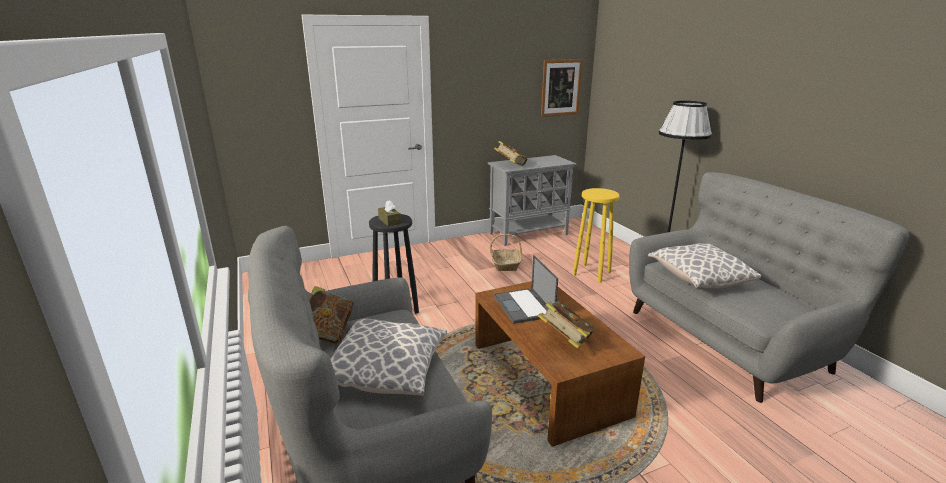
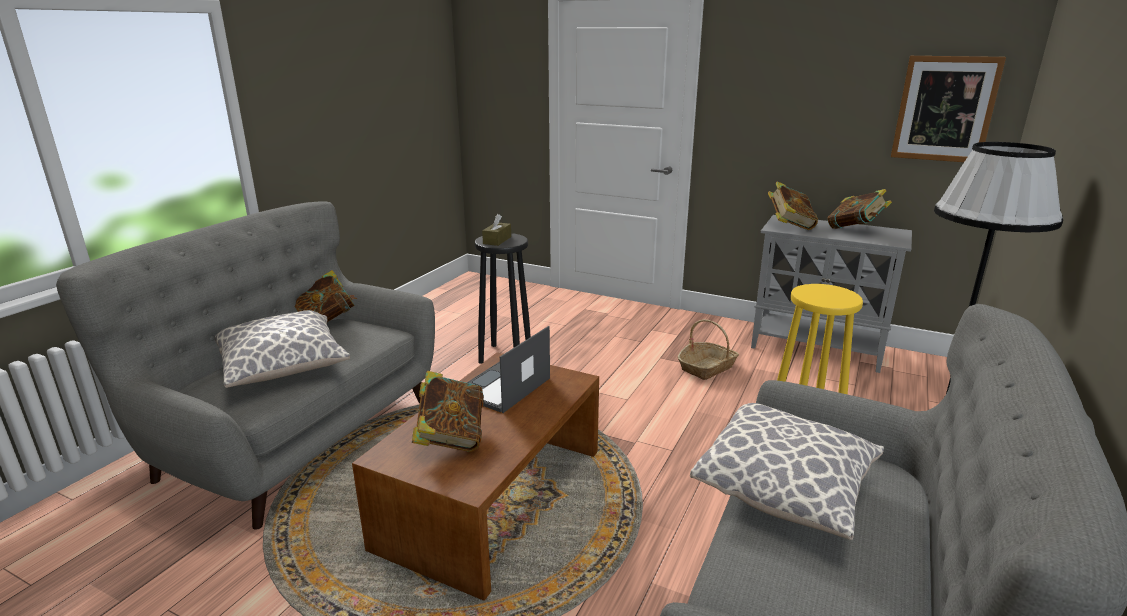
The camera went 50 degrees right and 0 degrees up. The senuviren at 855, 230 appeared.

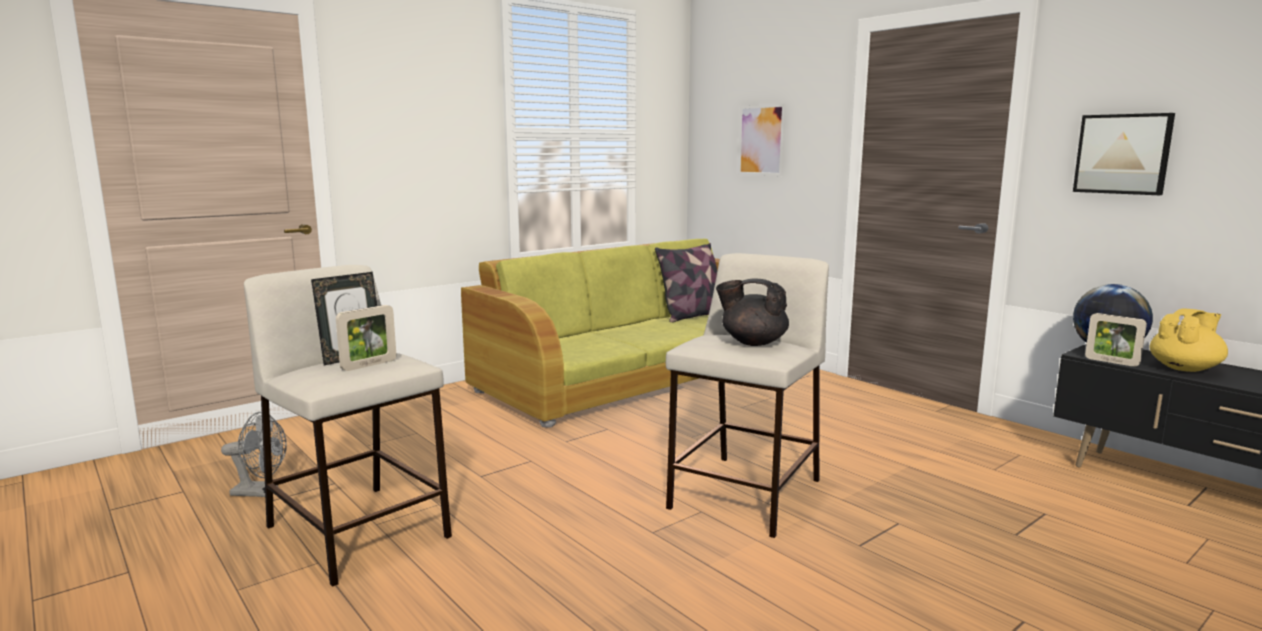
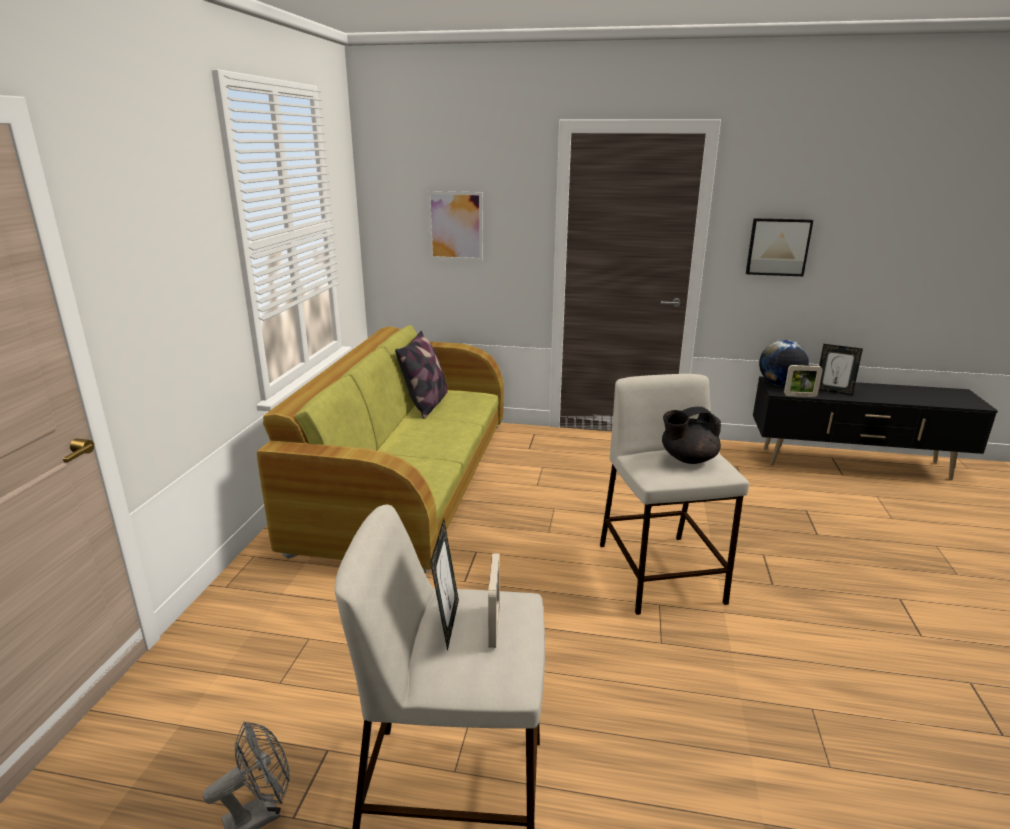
The camera went 40 degrees left and 10 degrees up. The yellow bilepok at 1185, 368 was replaced by the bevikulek at 833, 391.

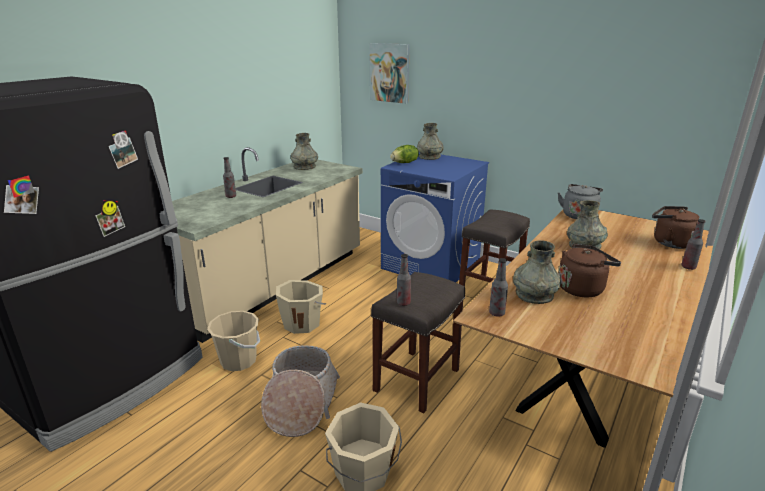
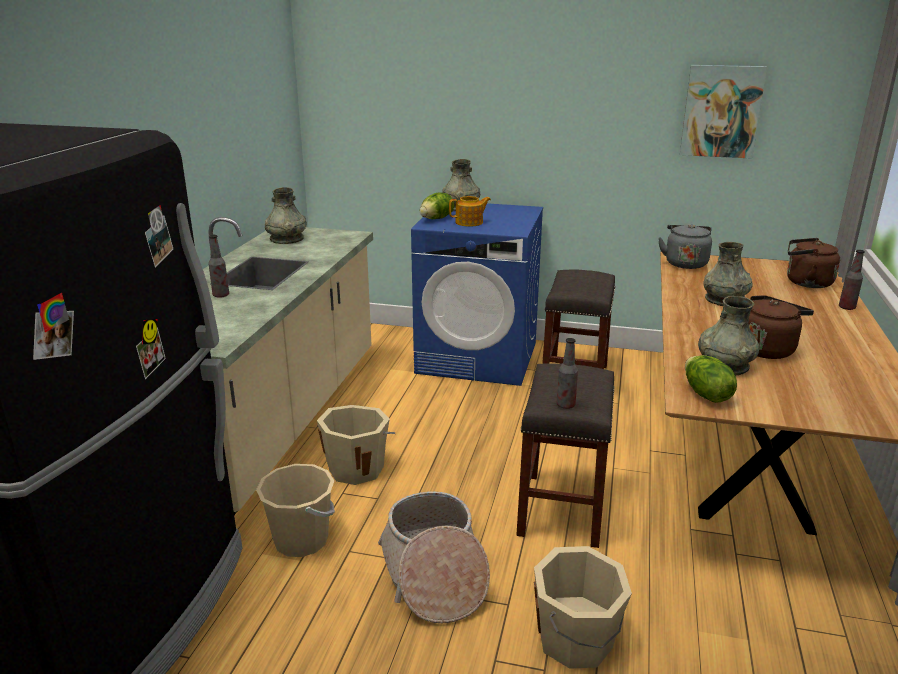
The camera went 20 degrees left and 0 degrees up. The bilepok at 470, 222 appeared. The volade moved from 390, 73 to 721, 111. The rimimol at 496, 313 was replaced by the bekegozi at 705, 394.

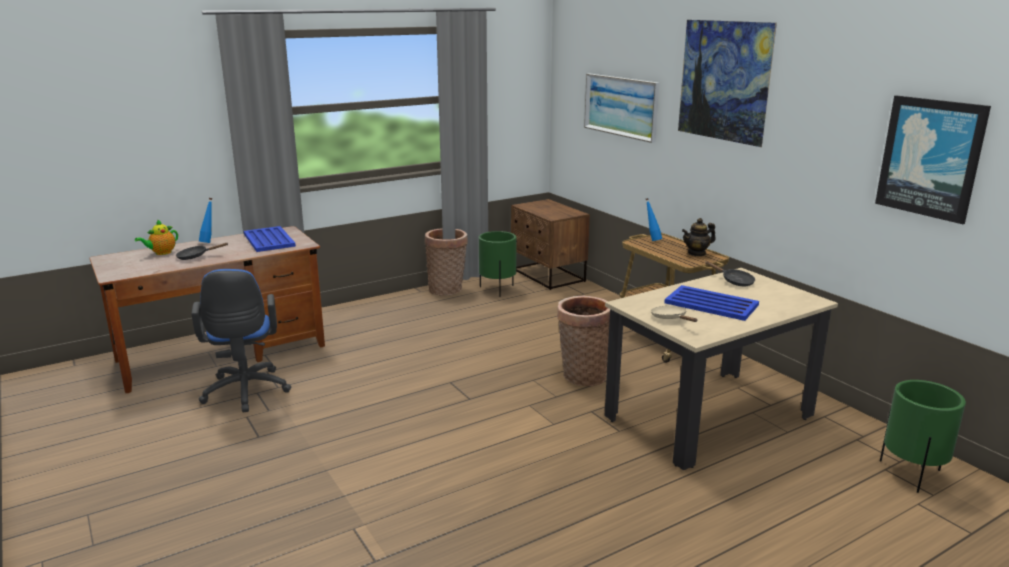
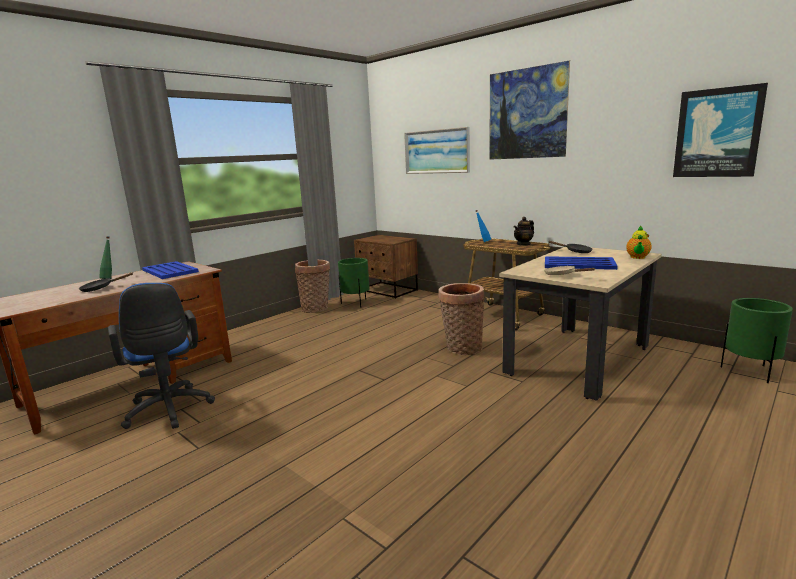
The camera went 15 degrees left and 5 degrees down. The bilepok moved from 161, 253 to 637, 257. The blue rimimol at 209, 242 became the green rimimol at 110, 278.

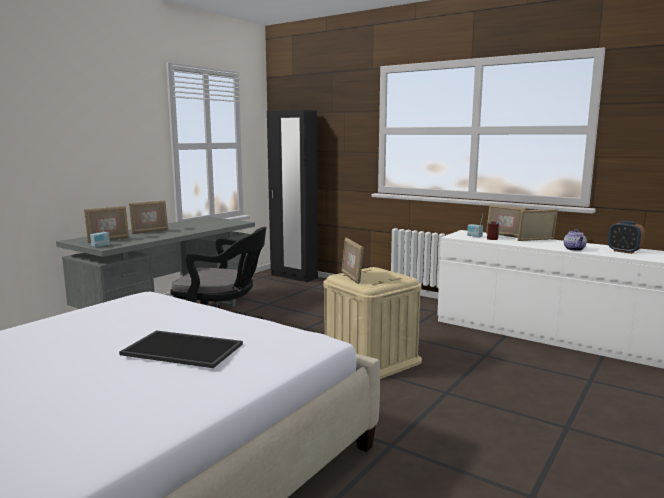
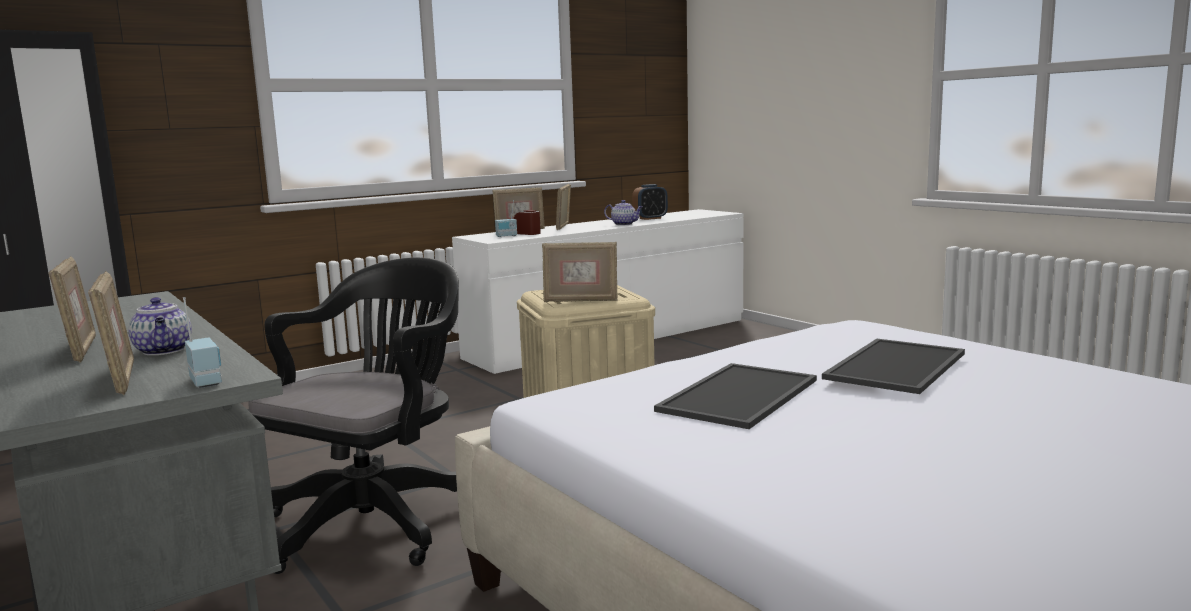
The camera went 70 degrees left and 0 degrees up. The bilepok at 164, 351 appeared. The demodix at 740, 396 appeared.

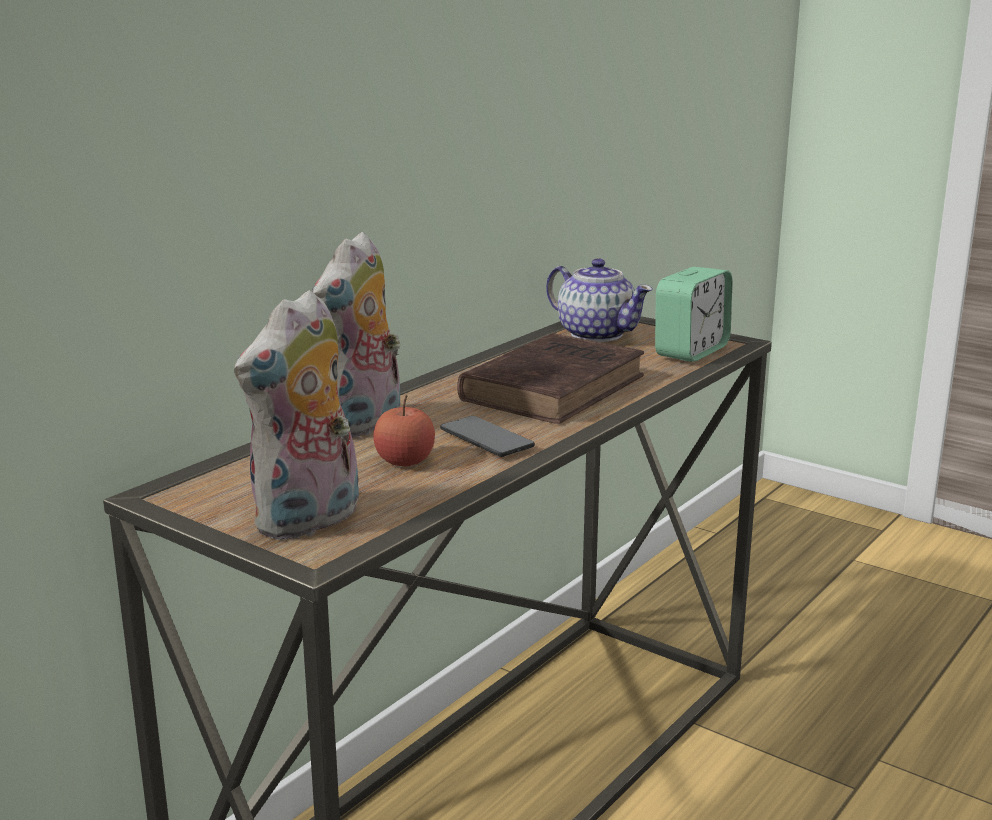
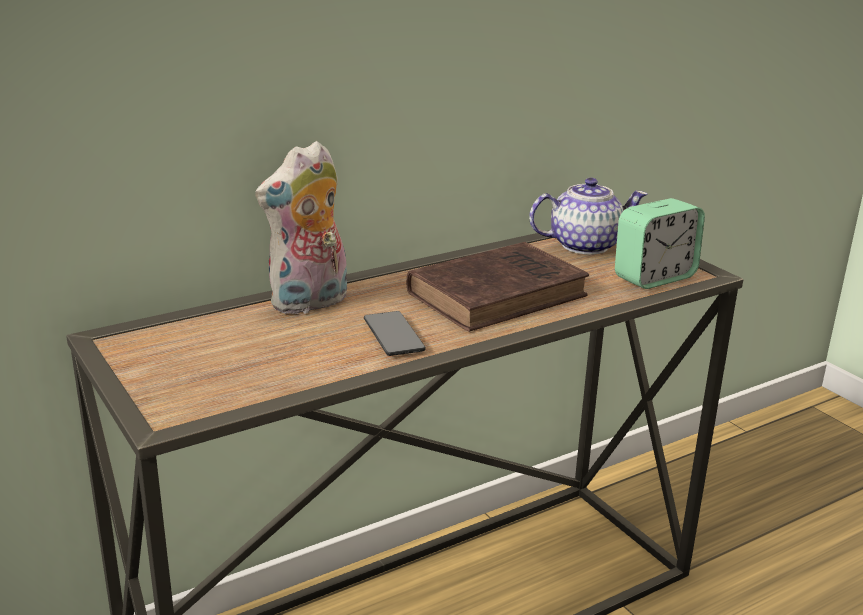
The camera went 20 degrees right and 5 degrees up. The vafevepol at 309, 521 disappeared. The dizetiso at 405, 461 disappeared. The bilepok at 596, 334 turned 75 degrees counterclockwise.

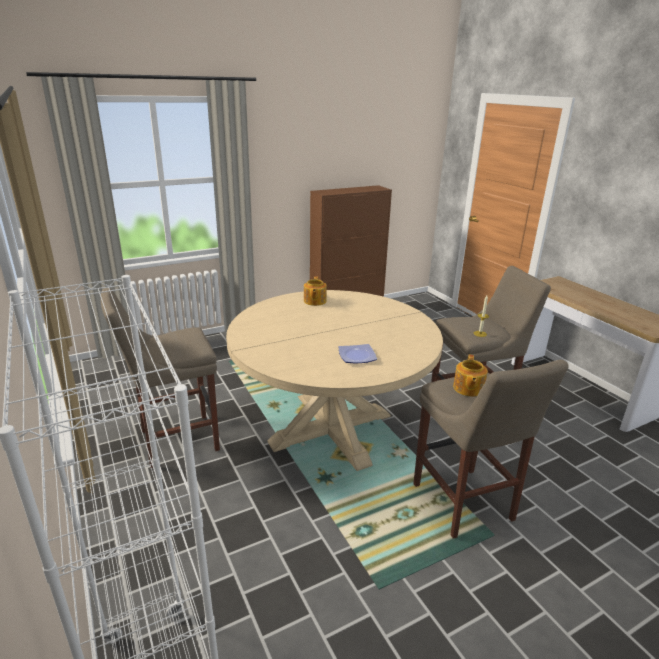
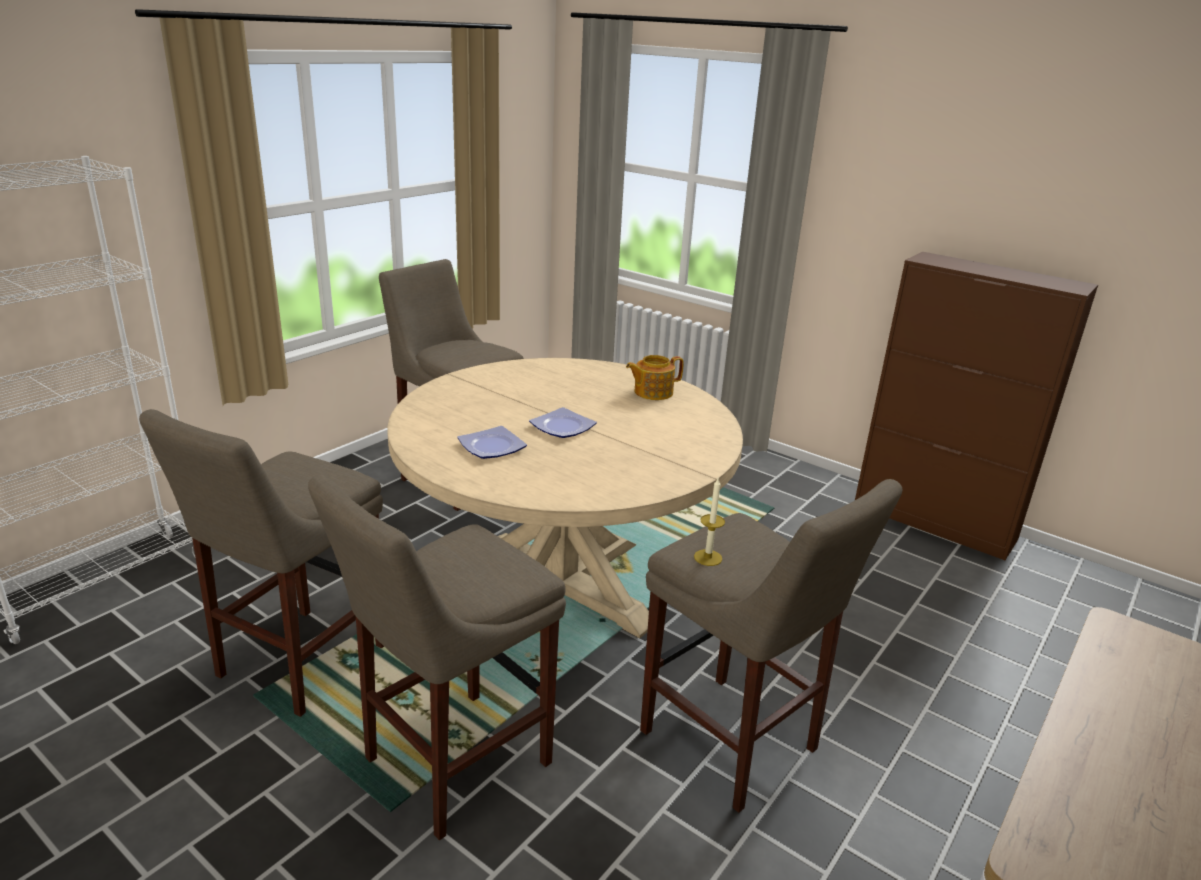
The camera went 65 degrees right and 0 degrees up. The bilepok at 468, 388 disappeared. The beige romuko at 295, 664 appeared. The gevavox at 562, 428 appeared.

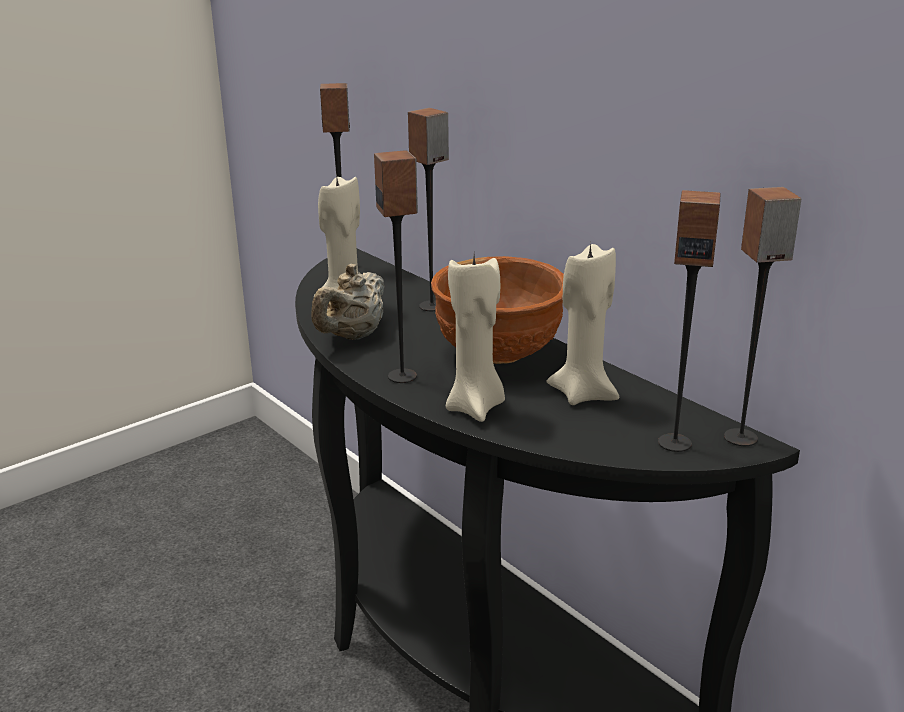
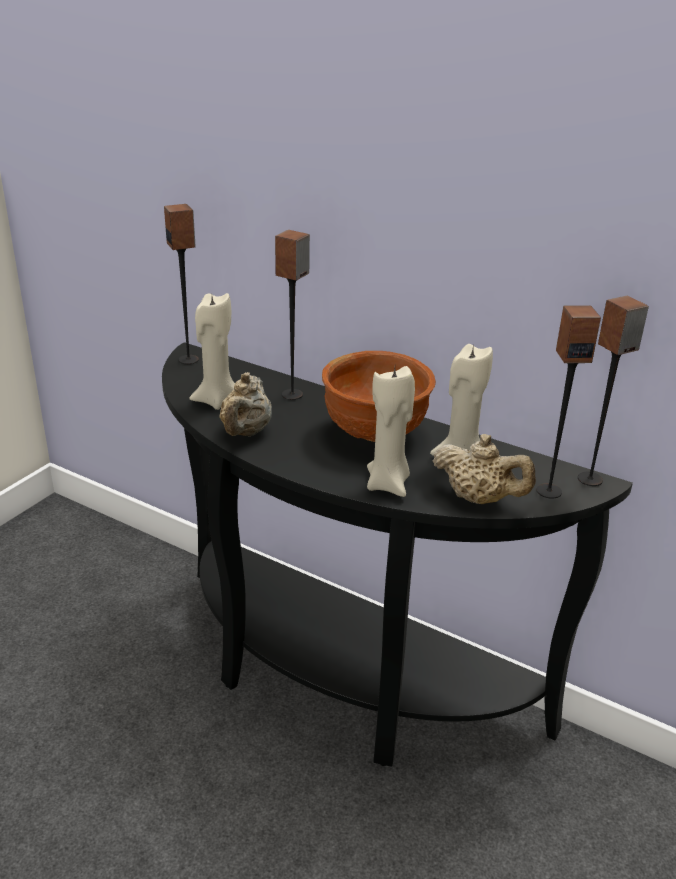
The camera went 20 degrees left and 5 degrees up. The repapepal at 403, 376 disappeared. The beige bilepok at 479, 499 appeared.

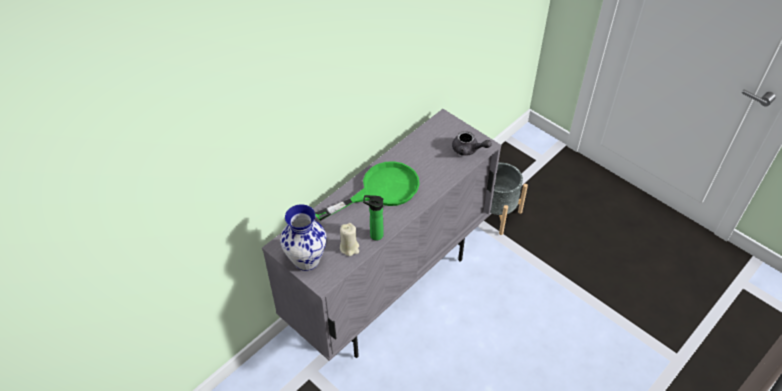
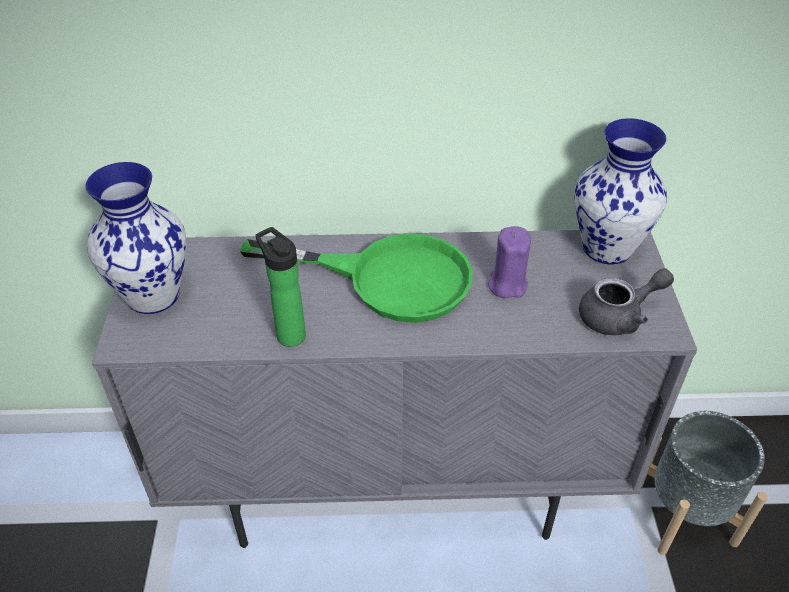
The camera went 45 degrees right and 5 degrees down. The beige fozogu at 349, 248 disappeared. The purple fozogu at 507, 284 appeared. The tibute at 606, 249 appeared. The grey bilepok at 468, 150 turned 90 degrees counterclockwise.

